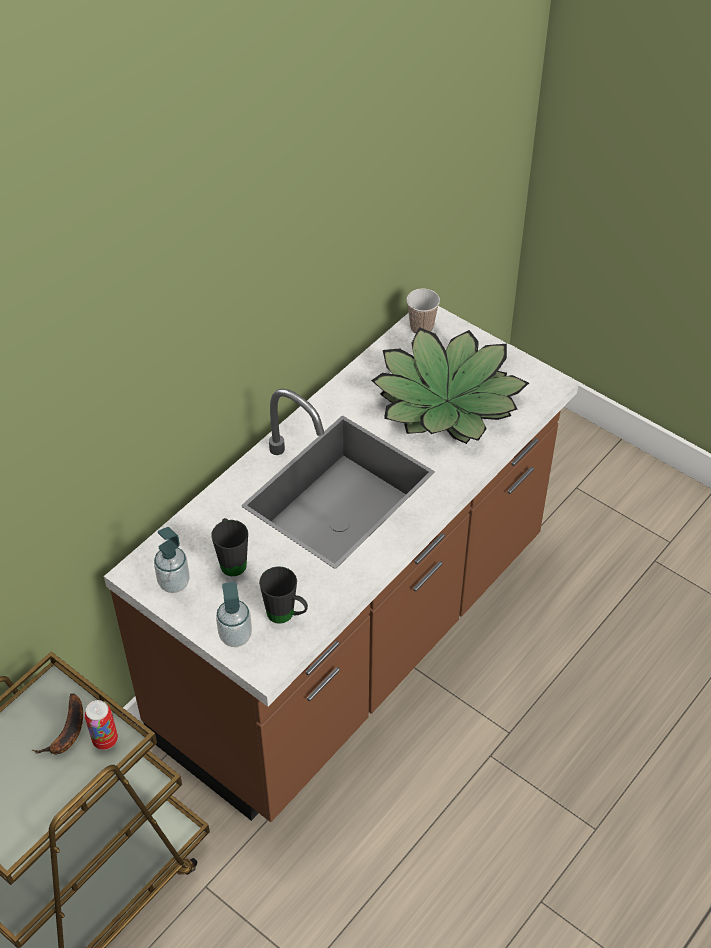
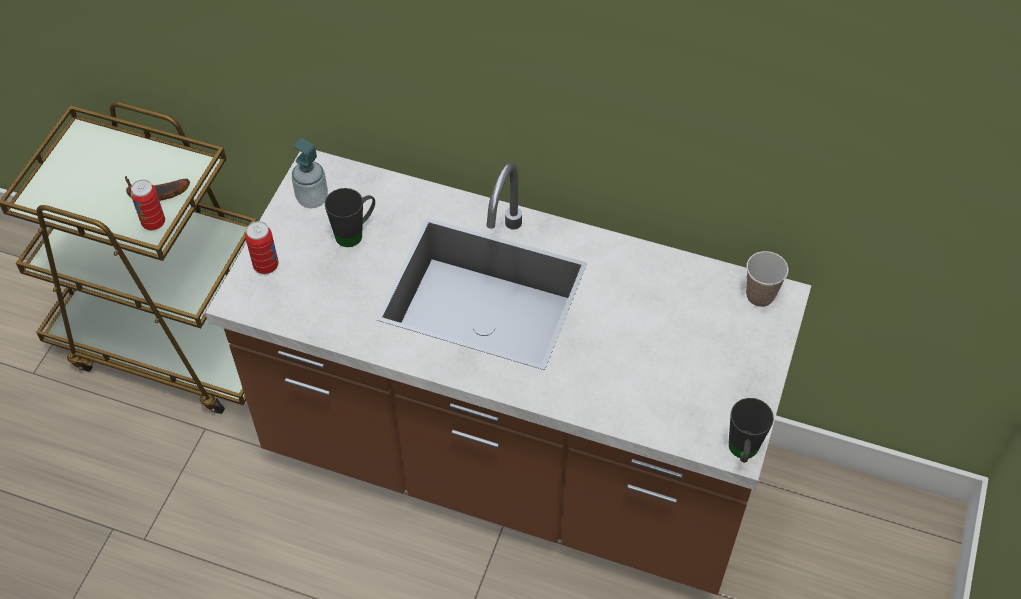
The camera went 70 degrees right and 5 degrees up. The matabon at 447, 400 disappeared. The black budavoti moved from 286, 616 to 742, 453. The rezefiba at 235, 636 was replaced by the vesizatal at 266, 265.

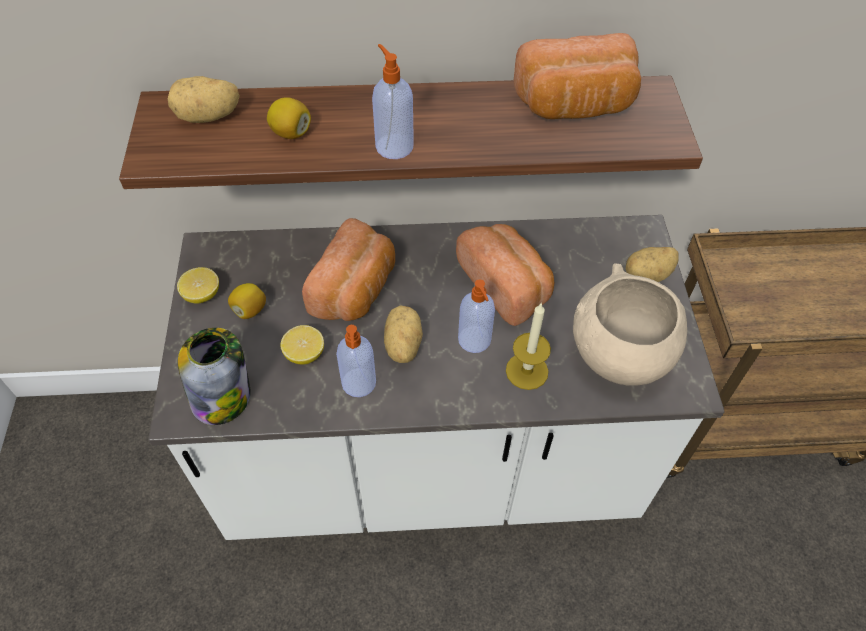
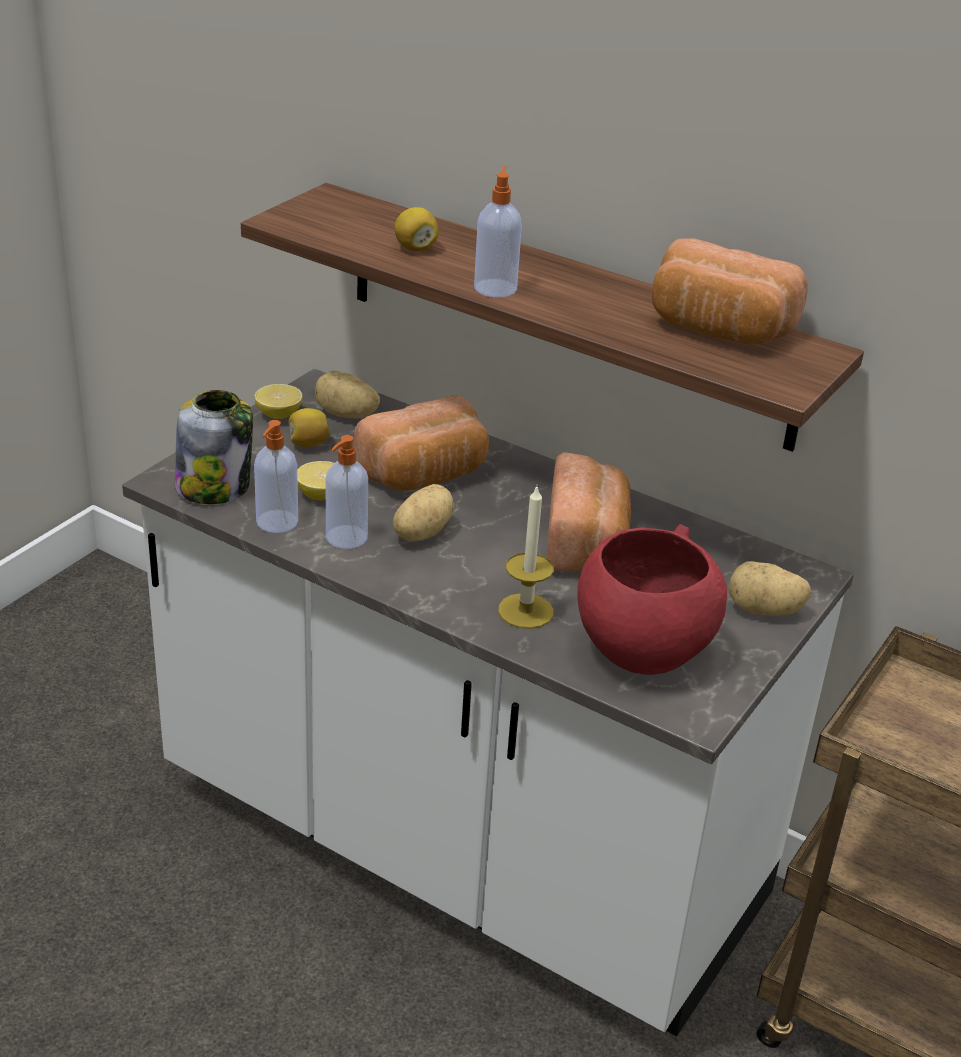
The camera went 35 degrees right and 20 degrees down. The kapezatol moved from 208, 117 to 346, 415. The rezefiba moved from 475, 340 to 276, 523. The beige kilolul at 618, 357 became the red kilolul at 642, 650.

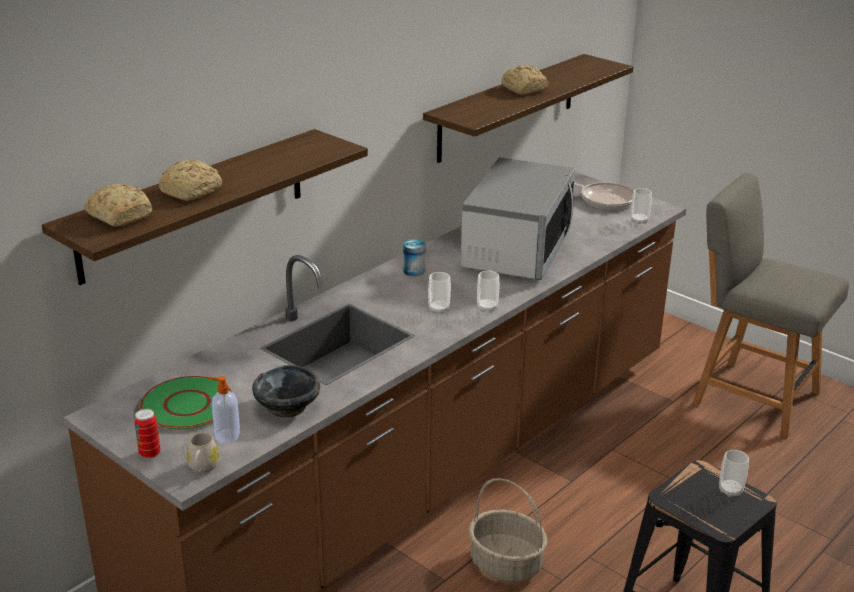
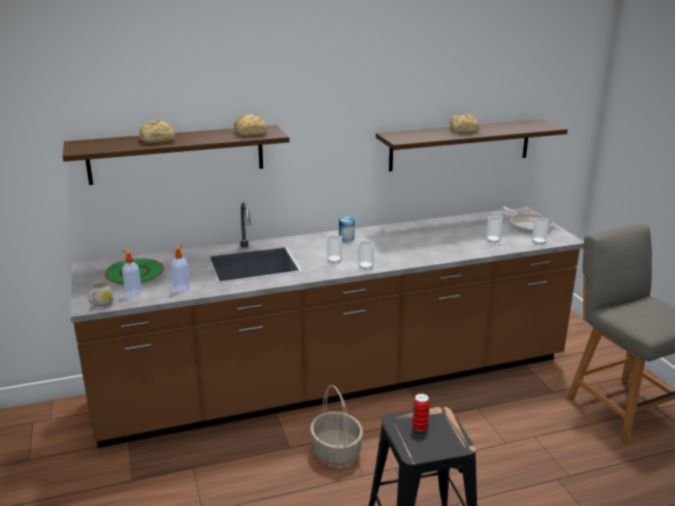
The camera went 30 degrees right and 5 degrees down. The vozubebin at 516, 250 disappeared. The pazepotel moved from 120, 216 to 250, 133. The vesizatal moved from 150, 453 to 420, 427. The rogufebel moved from 730, 490 to 493, 241. The black kilolul at 287, 407 was replaced by the rezefiba at 182, 288.

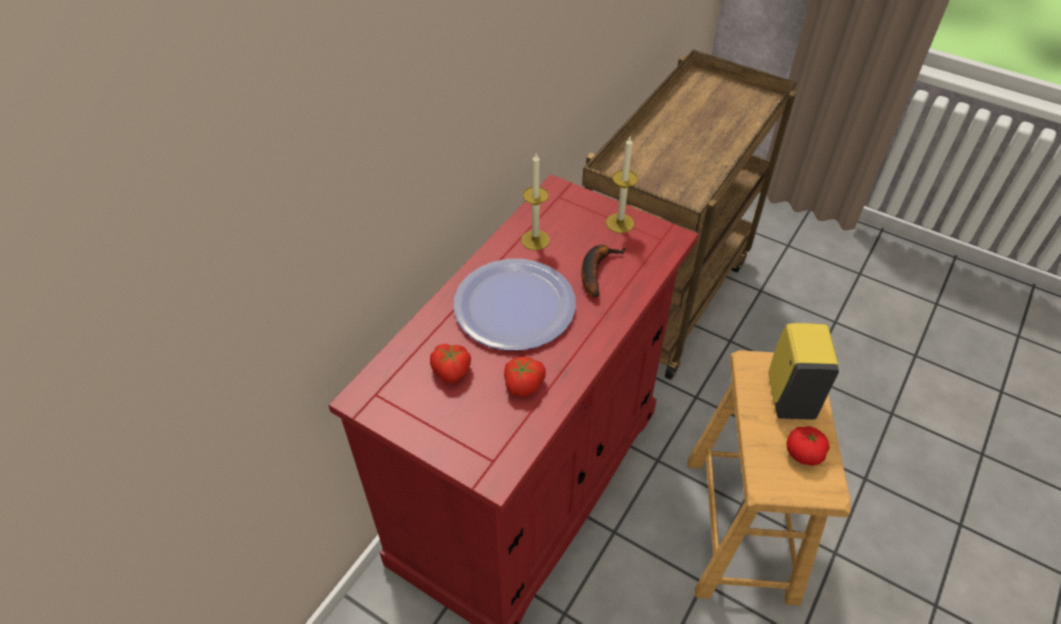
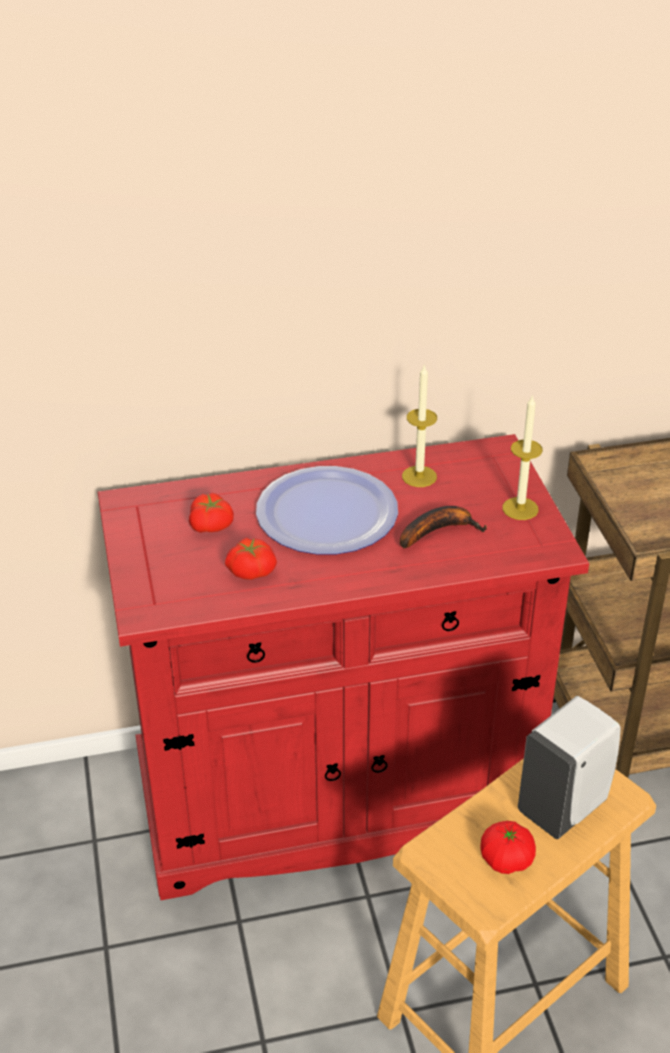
The camera went 45 degrees right and 10 degrees down. The yellow rezefiba at 789, 396 became the white rezefiba at 564, 806.

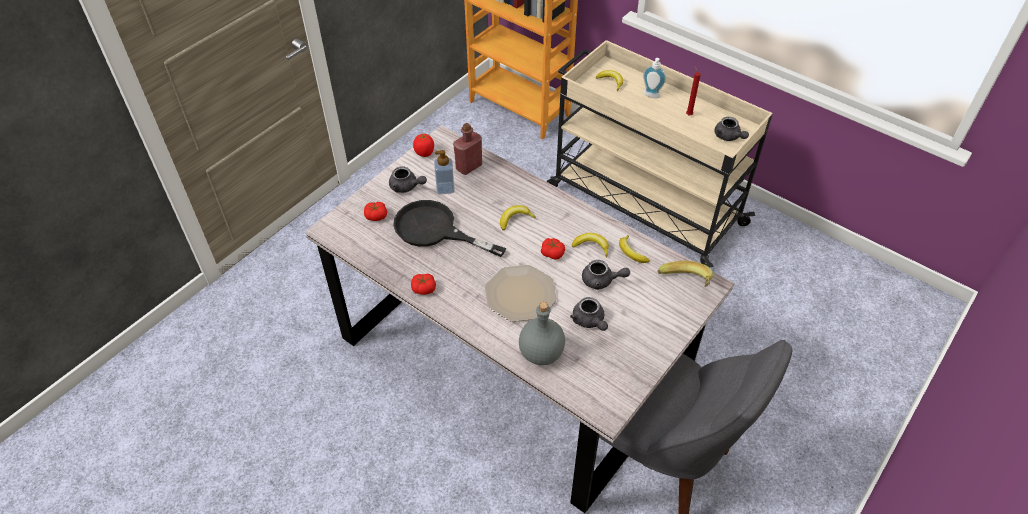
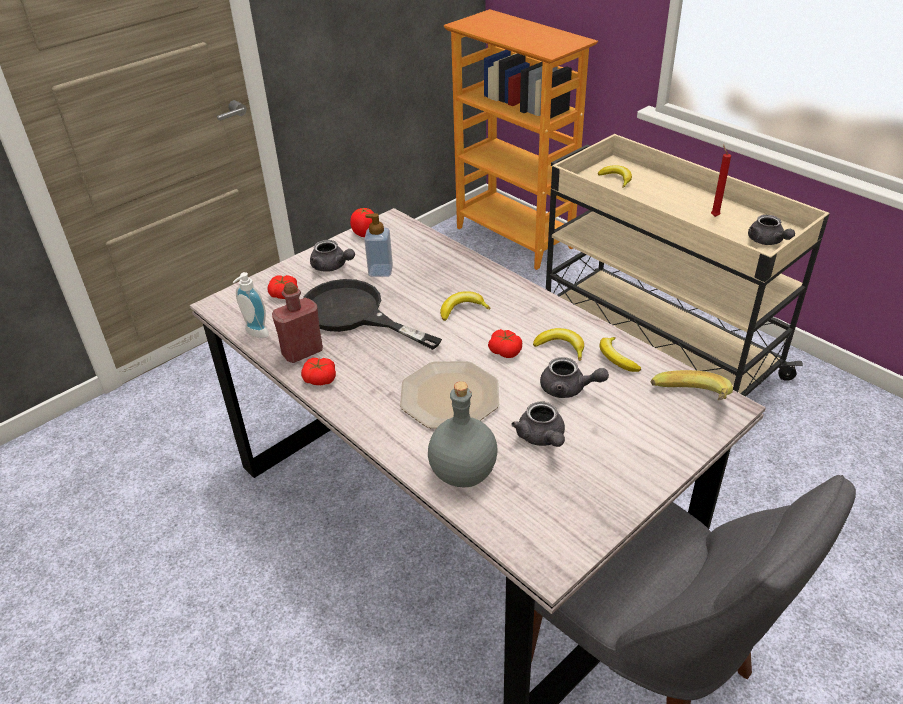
The camera went 10 degrees right and 10 degrees down. The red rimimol moved from 469, 167 to 302, 352. The rezefiba moved from 651, 96 to 254, 334.

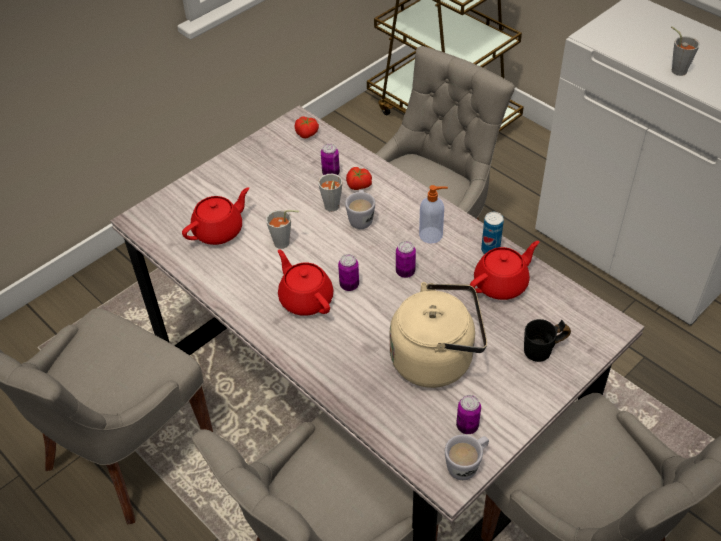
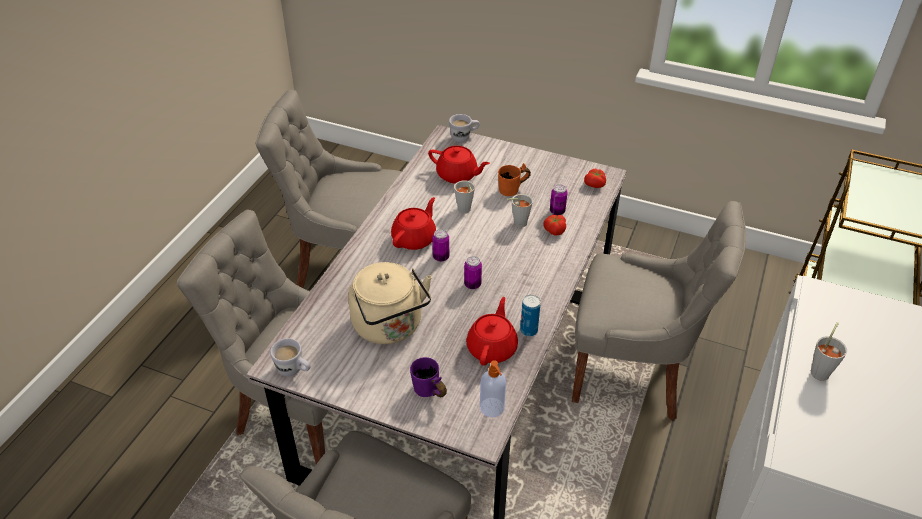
The camera went 65 degrees right and 5 degrees down. The vesizatal at 467, 426 disappeared. The orange budavoti at 514, 191 appeared. The white budavoti moved from 361, 218 to 464, 137. The rezefiba moved from 432, 235 to 492, 408. The black budavoti at 544, 353 became the purple budavoti at 427, 394. The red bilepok at 501, 284 turned 105 degrees counterclockwise.

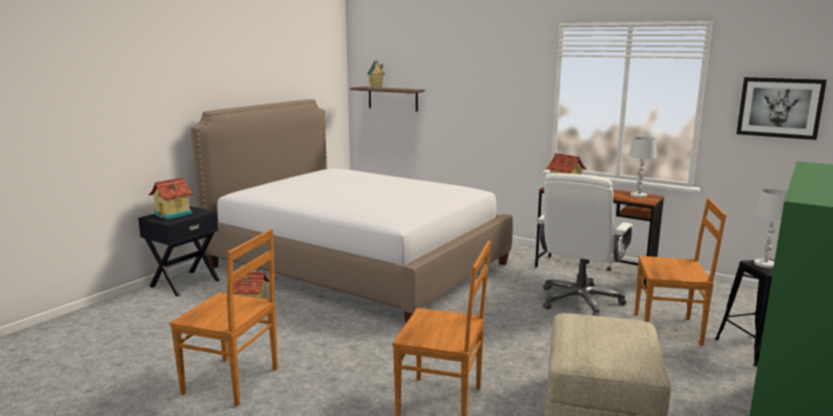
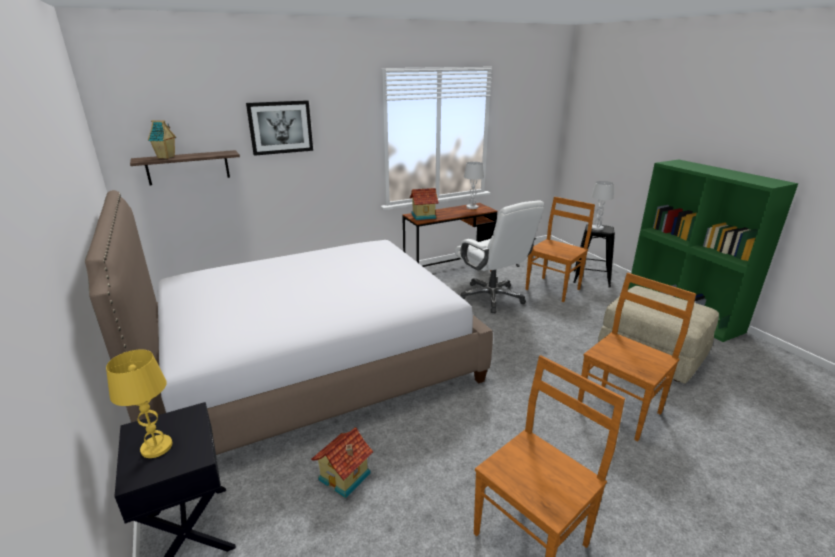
The camera went 60 degrees left and 10 degrees up. The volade moved from 779, 107 to 280, 127. The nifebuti at 174, 214 was replaced by the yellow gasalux at 157, 447.

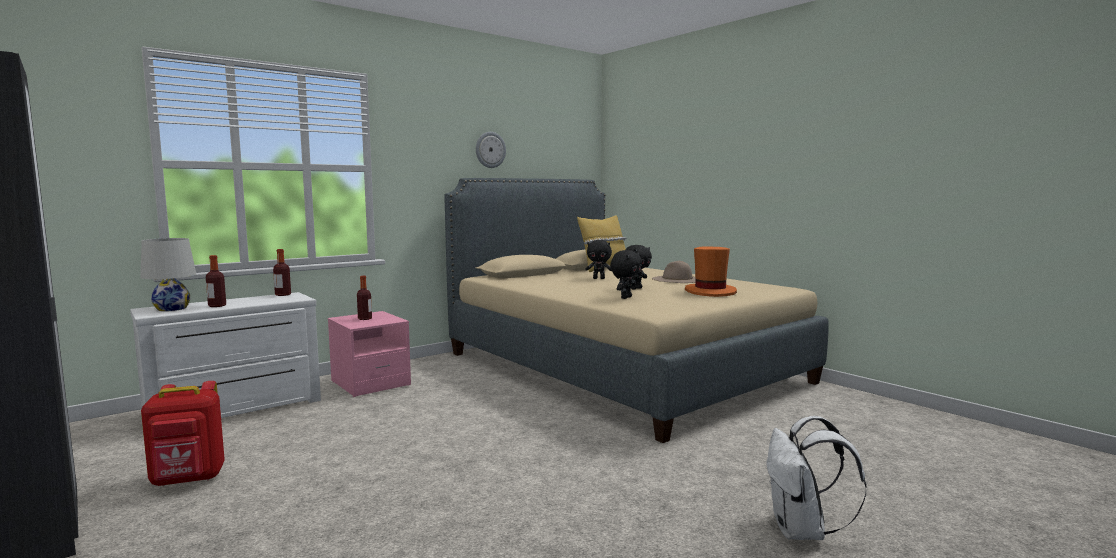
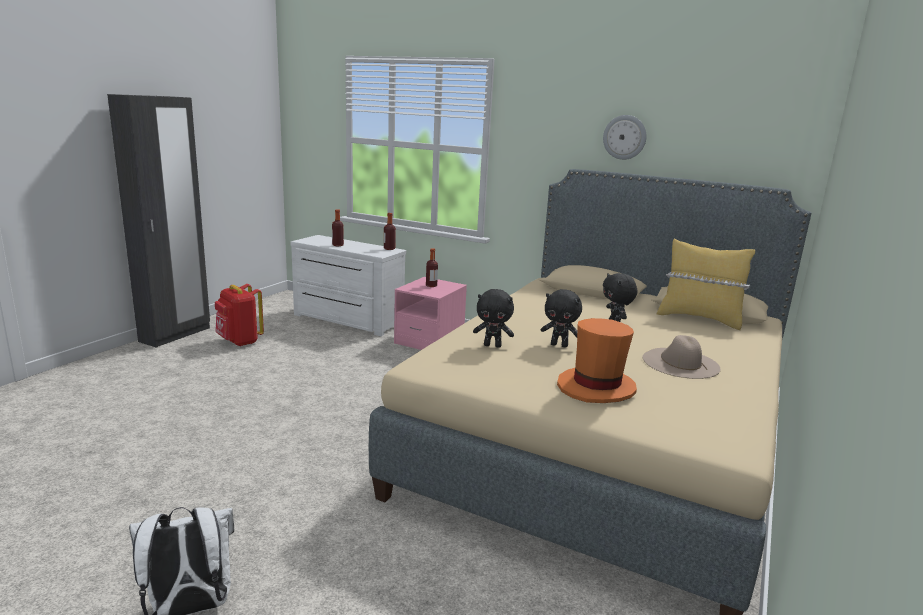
The camera went 65 degrees right and 10 degrees up. The white gasalux at 172, 308 disappeared.

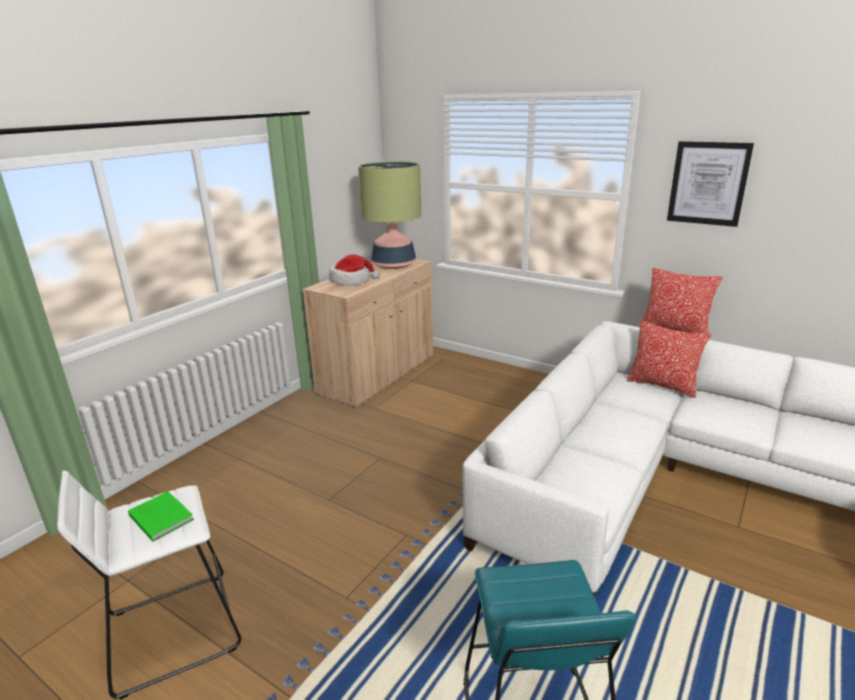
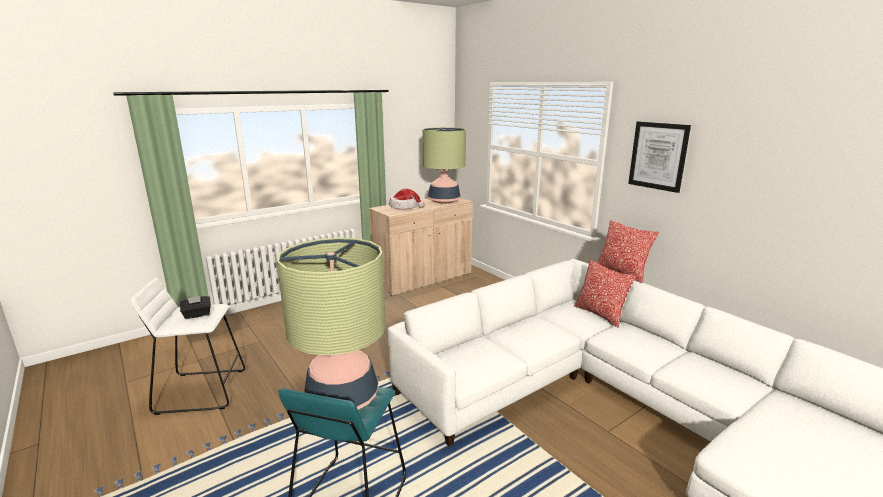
The camera went 20 degrees right and 5 degrees down. The gasalux at 342, 397 appeared. The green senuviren at 161, 516 was replaced by the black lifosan at 197, 315.

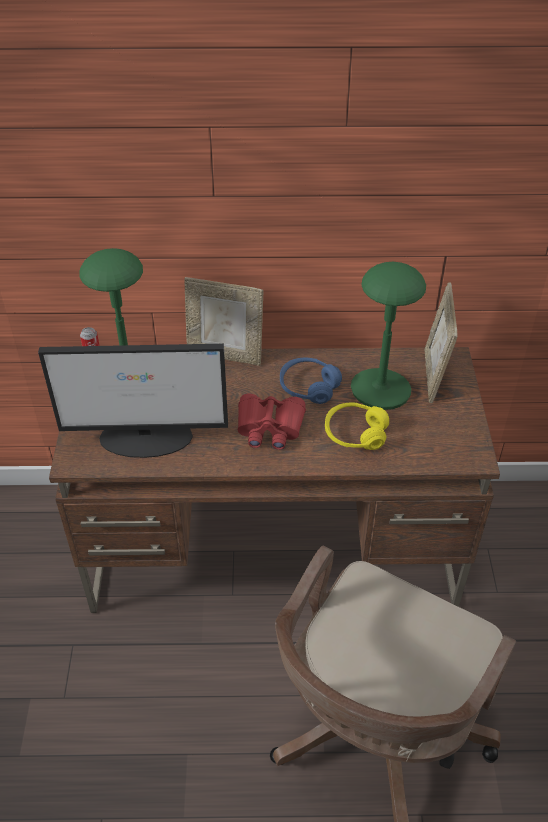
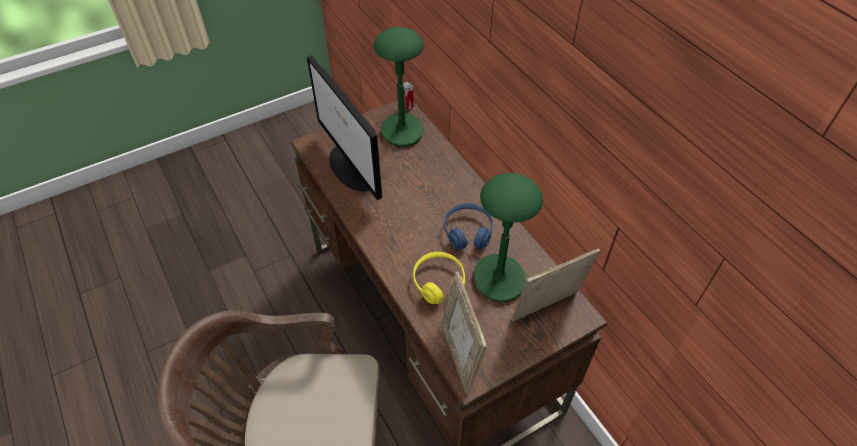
The camera went 60 degrees right and 5 degrees up. The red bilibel at 269, 427 disappeared. The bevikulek moved from 225, 355 to 460, 356.

